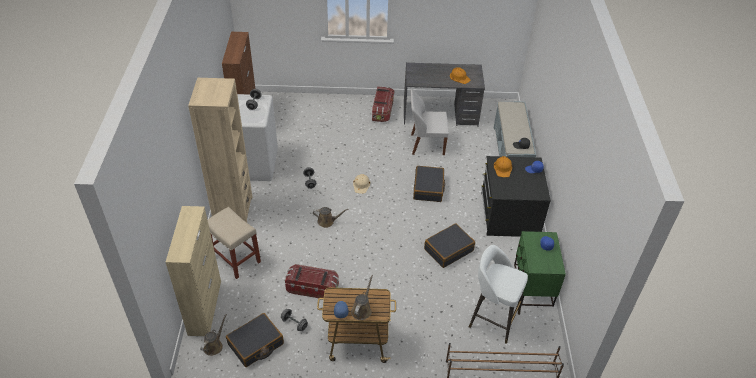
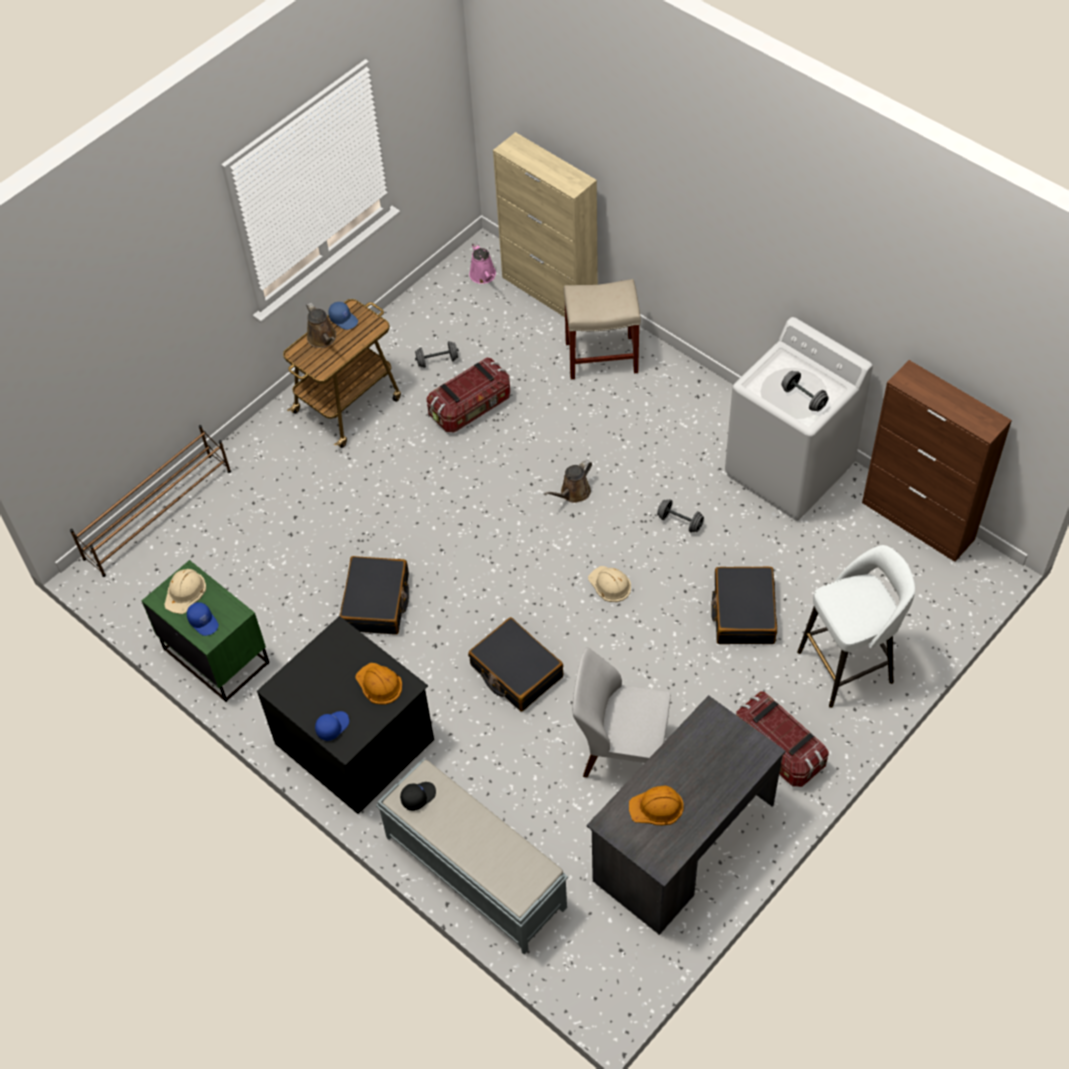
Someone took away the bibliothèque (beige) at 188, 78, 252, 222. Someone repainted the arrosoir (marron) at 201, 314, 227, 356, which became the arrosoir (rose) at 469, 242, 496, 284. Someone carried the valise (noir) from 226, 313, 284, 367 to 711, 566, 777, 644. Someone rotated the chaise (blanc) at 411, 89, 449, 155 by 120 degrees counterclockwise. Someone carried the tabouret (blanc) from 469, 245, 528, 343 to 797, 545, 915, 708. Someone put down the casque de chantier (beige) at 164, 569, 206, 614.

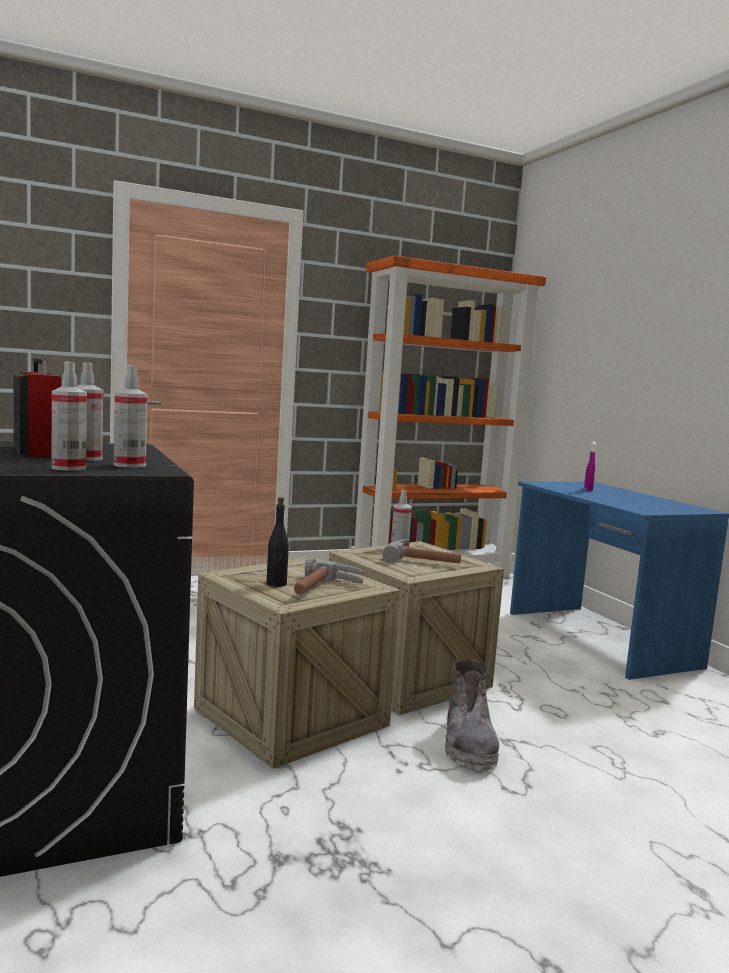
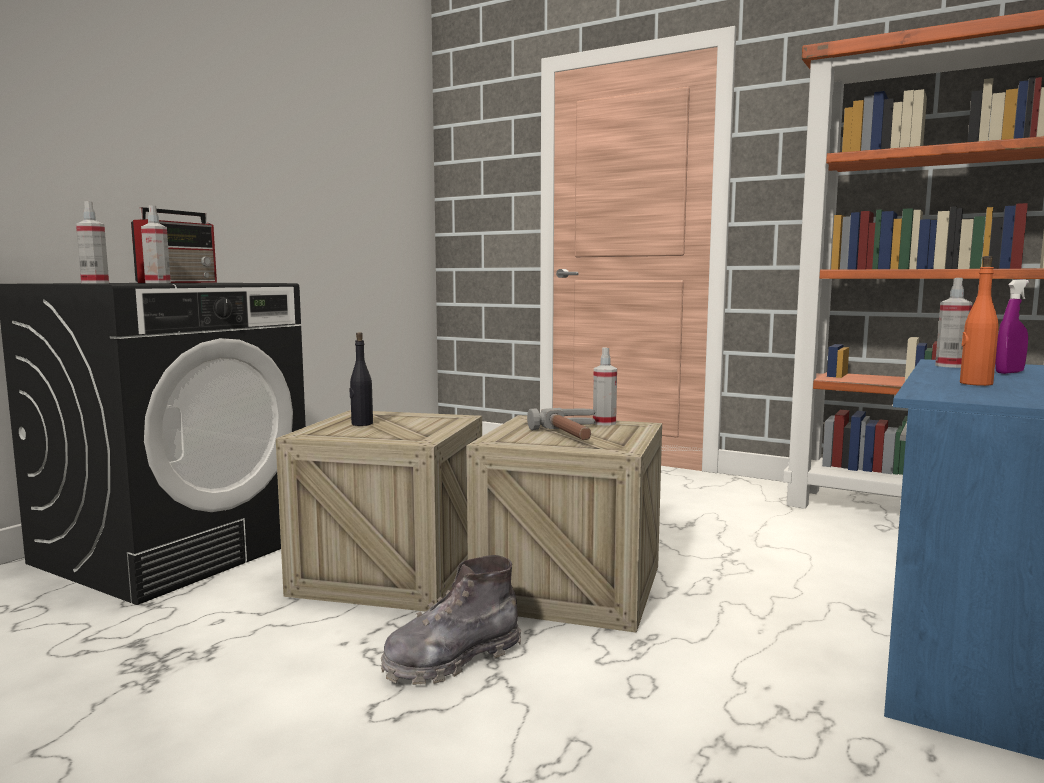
Someone carried the vaporisateur from 114, 365, 147, 468 to 935, 278, 972, 368. Someone took away the marteau at 294, 558, 364, 594. Someone put down the bouteille (orange) at 960, 256, 999, 386.

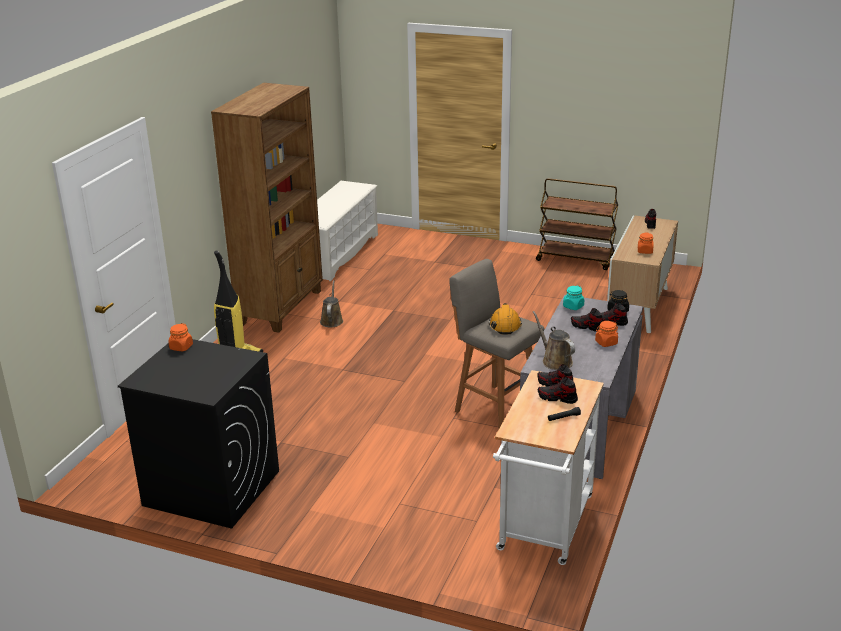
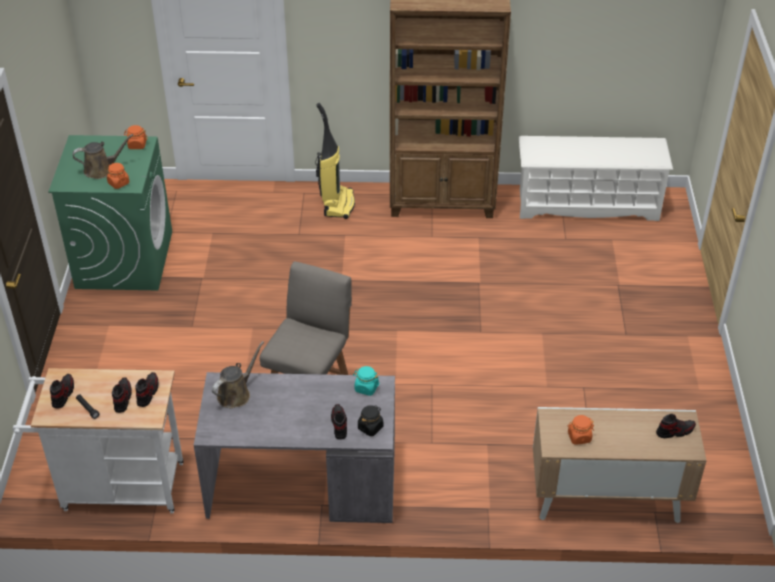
Someone repainted the lave-linge (noir) at 118, 339, 279, 529, which became the lave-linge (vert) at 48, 135, 172, 290. Someone carried the arrosoir (marron) from 320, 280, 343, 328 to 73, 134, 133, 179. Someone took away the casque de chantier (orange) at 489, 303, 522, 335. Someone took away the chariot (marron) at 536, 178, 618, 270. Someone carried the chaussure from 571, 308, 603, 332 to 50, 374, 74, 409. Someone carried the bocal (orange) from 595, 321, 618, 347 to 107, 163, 129, 189.

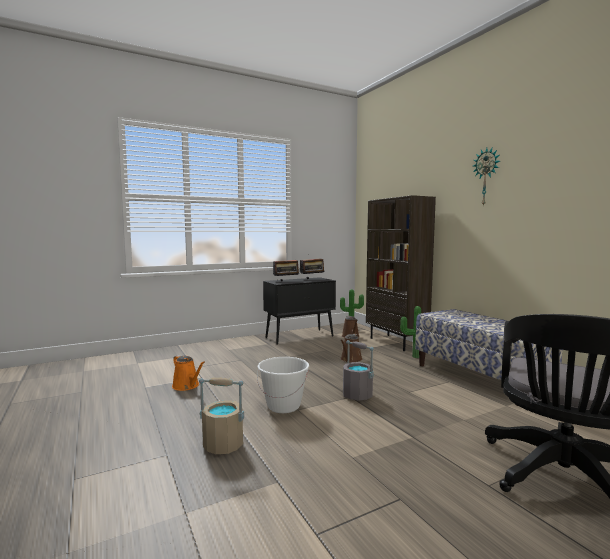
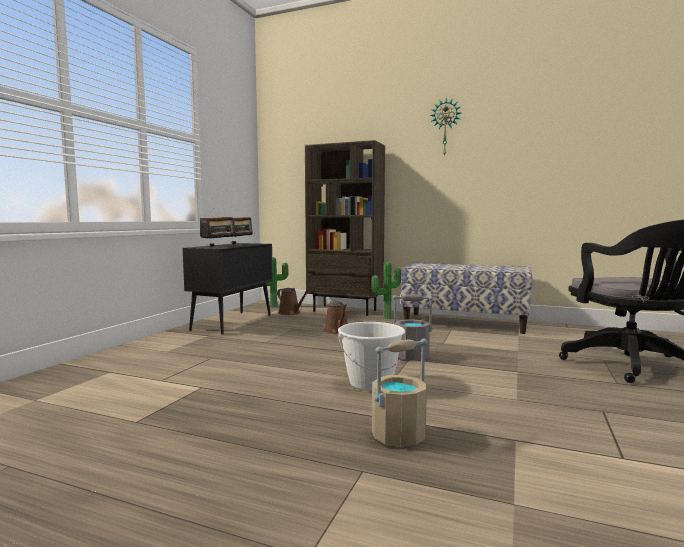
Someone took away the arrosoir (orange) at 172, 355, 205, 391.

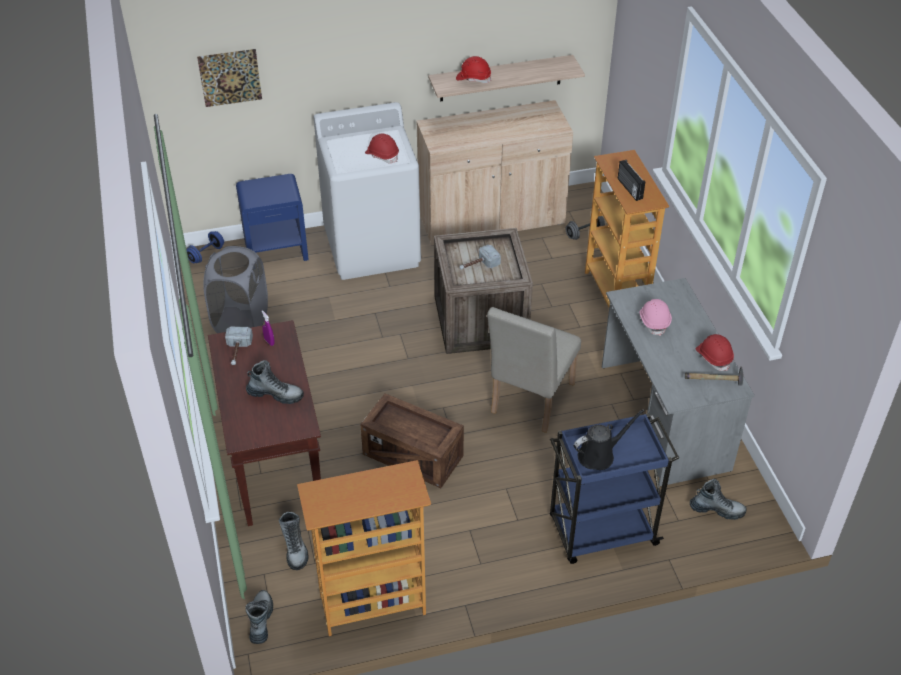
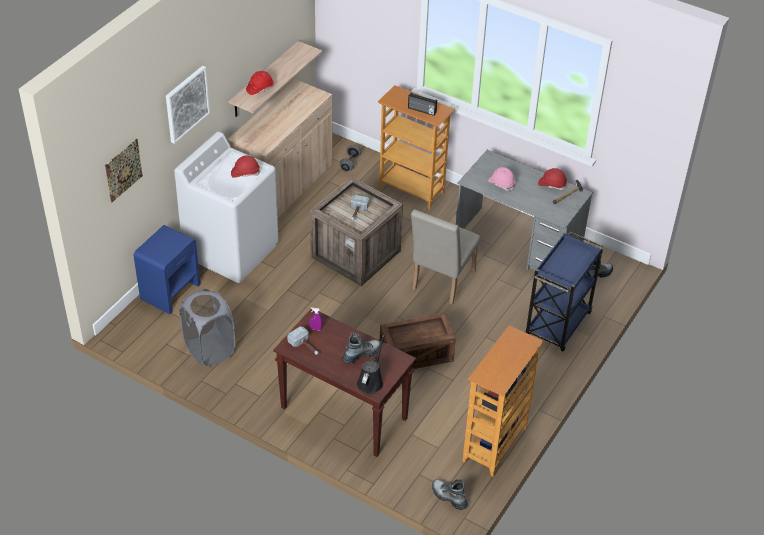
Someone took away the haltère (bleu) at 187, 231, 224, 263. Someone took away the botte at 279, 512, 309, 570. Someone rotated the chaise (beige) at 487, 307, 581, 433 by 45 degrees clockwise. Someone carried the arrosoir (noir) from 574, 409, 645, 470 to 357, 335, 384, 394. Someone put up the tableau at 166, 66, 210, 144.

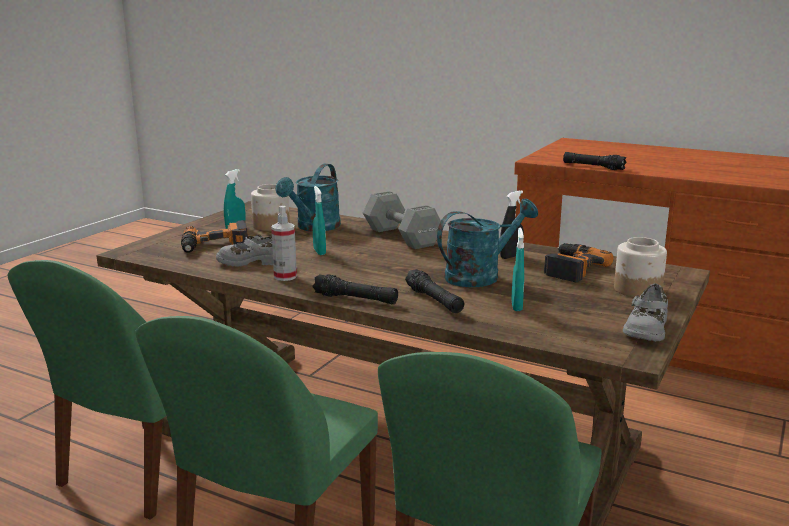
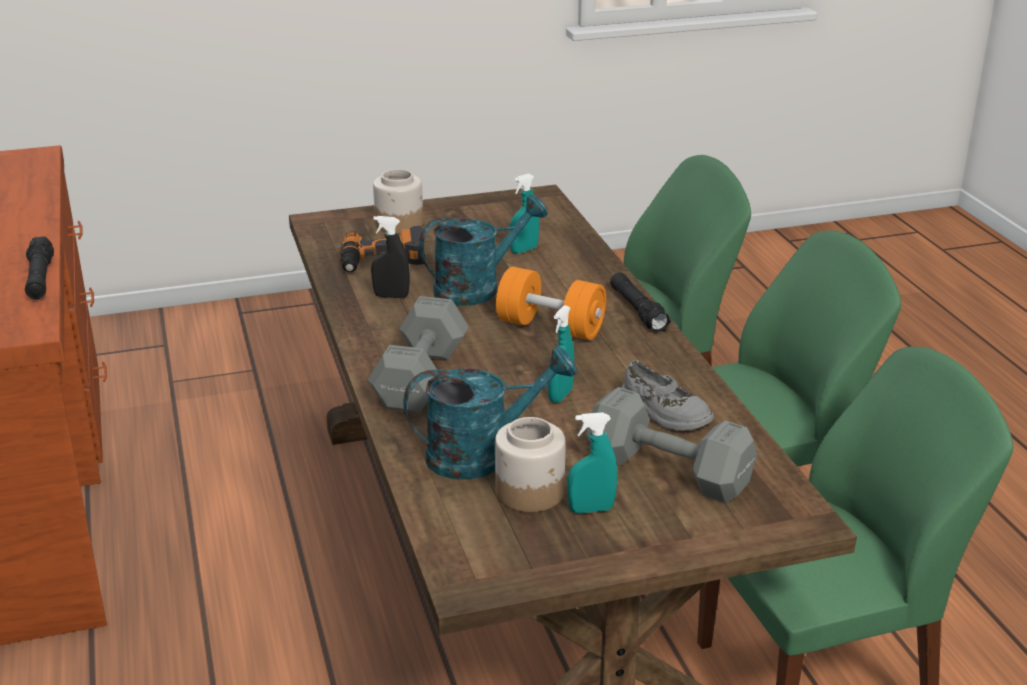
Someone swapped the perceuse at 181, 220, 248, 253 for the haltère (gris) at 586, 387, 757, 503. Someone took away the vaporisateur at 271, 206, 297, 281. Someone took away the lampe de poche (noir) at 405, 269, 464, 313. Someone rotated the arrosoir (turquoise) at 437, 199, 538, 287 by 135 degrees clockwise. Someone took away the chaussure (gris) at 623, 283, 668, 341. Someone put down the haltère (orange) at 496, 267, 606, 340.

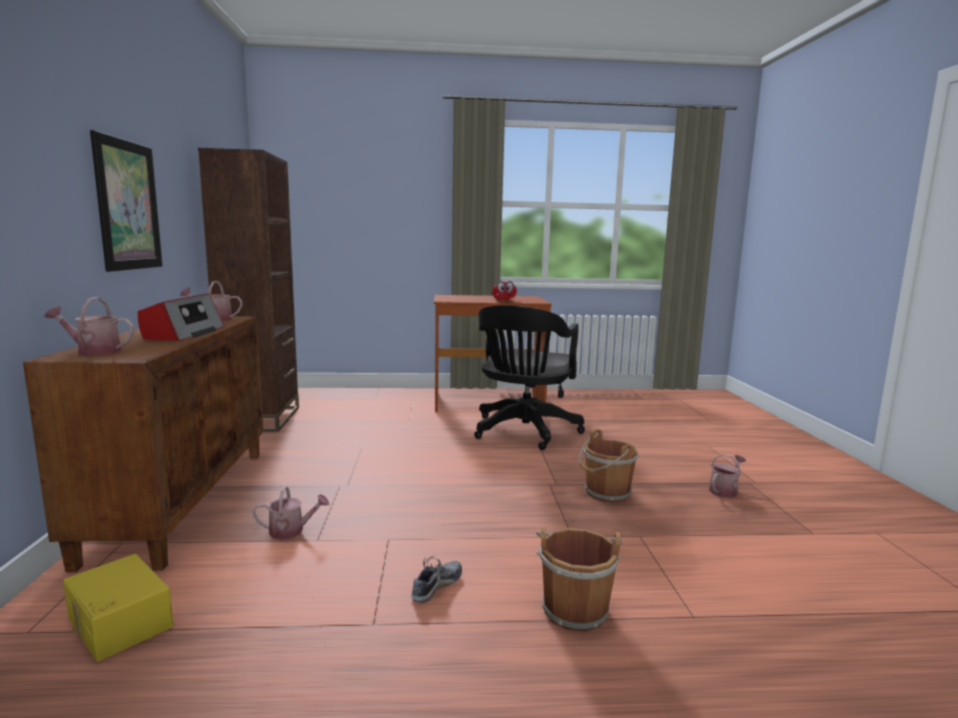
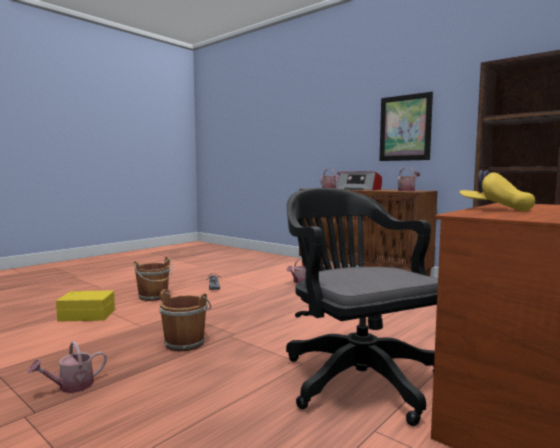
Someone carried the boîte de rangement (jaune) from 63, 554, 174, 662 to 56, 290, 115, 322. Someone repainted the casquette (rouge) at 492, 281, 517, 300, which became the casquette (jaune) at 459, 170, 535, 211. Someone rotated the arrosoir at 709, 454, 746, 498 by 45 degrees clockwise.

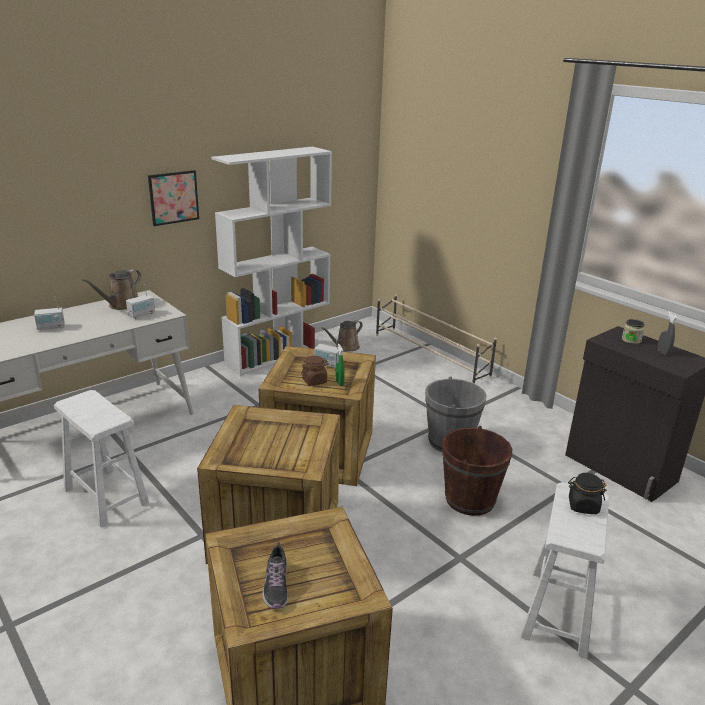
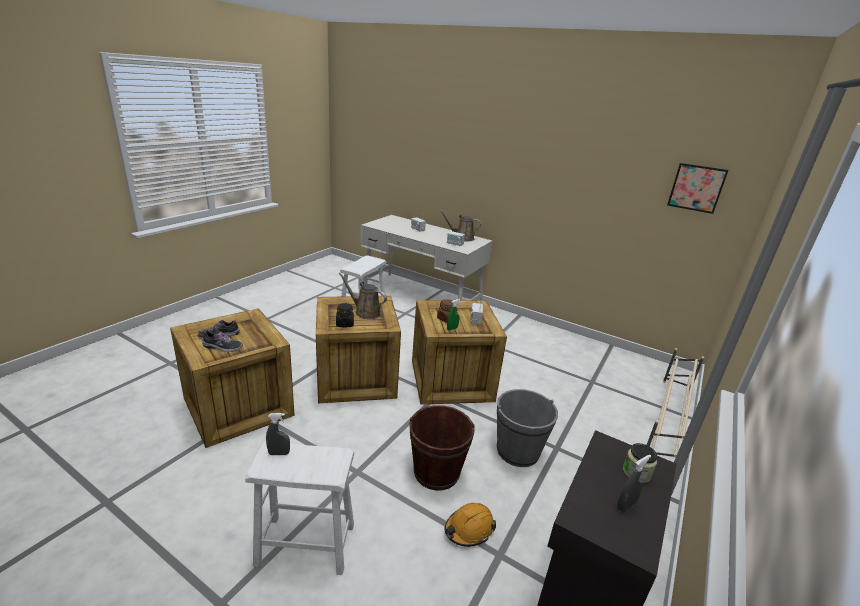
Someone carried the tableau from 148, 170, 199, 226 to 667, 163, 728, 214. Someone took away the bibliothèque (blanc) at 211, 147, 332, 376. Someone carried the arrosoir (marron) from 321, 320, 363, 352 to 338, 272, 387, 319. Someone carried the bocal (noir) from 568, 473, 606, 514 to 336, 303, 354, 327. Someone put down the chaussure at 202, 329, 243, 352. Someone put down the vaporisateur (gris) at 266, 413, 290, 455. Someone put down the casque de chantier (orange) at 445, 503, 496, 547.

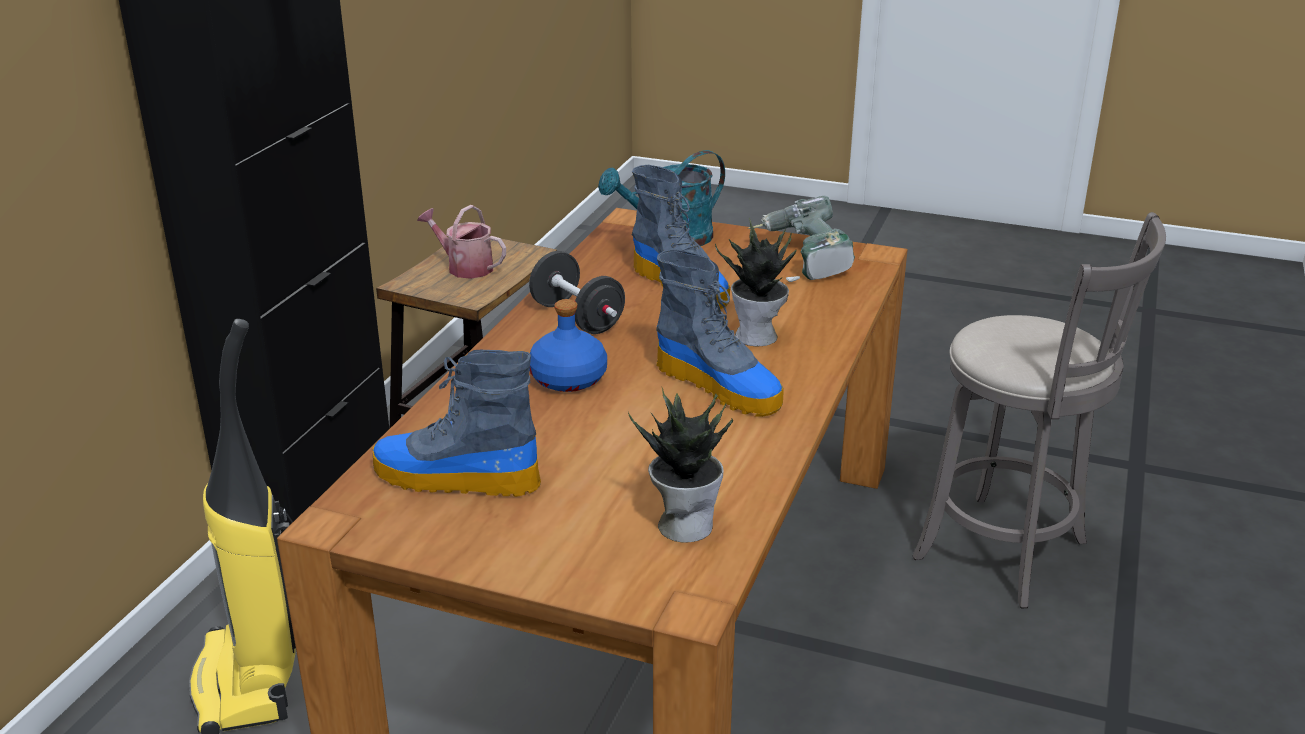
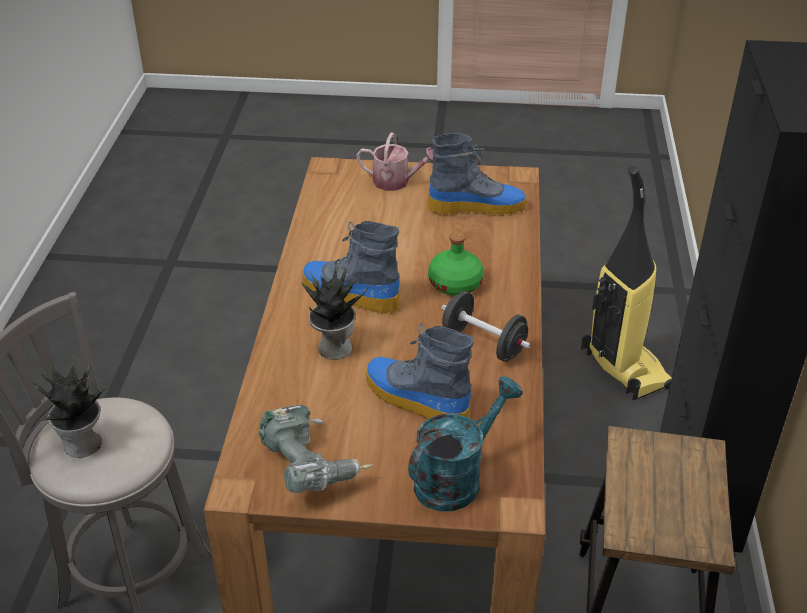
Someone carried the arrosoir from 417, 205, 506, 279 to 357, 132, 433, 191. Someone repainted the bouteille (bleu) at 529, 299, 607, 392, which became the bouteille (vert) at 428, 232, 484, 295. Someone carried the plante en pot from 628, 388, 733, 543 to 34, 355, 107, 458.

